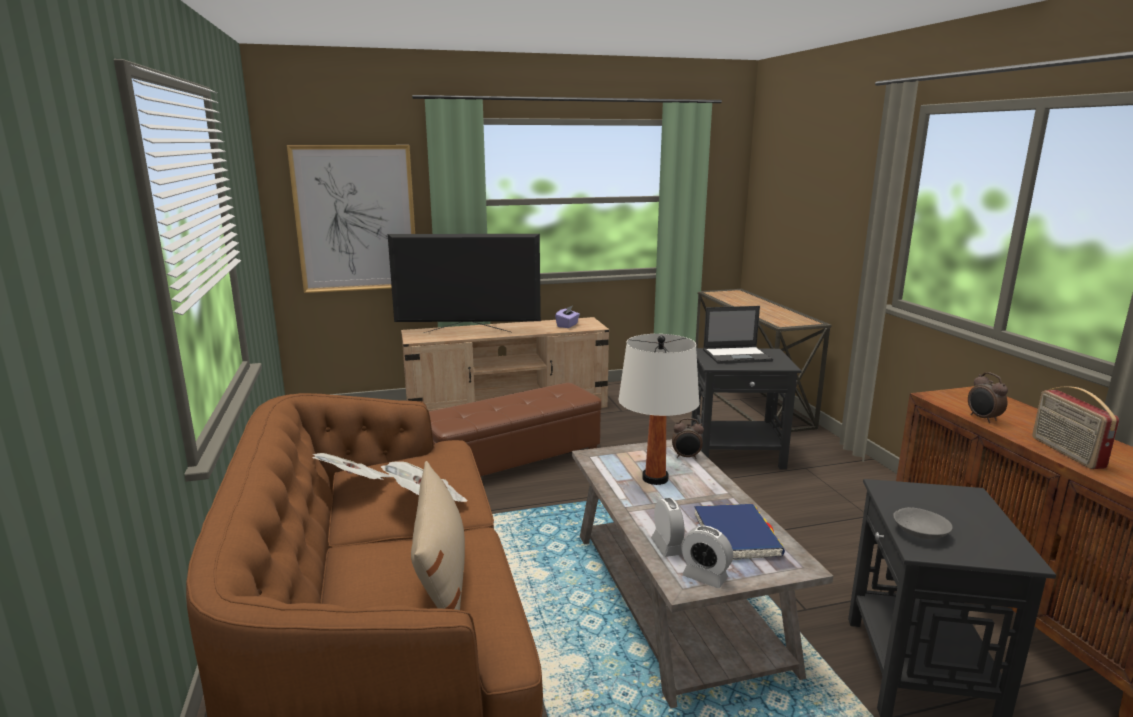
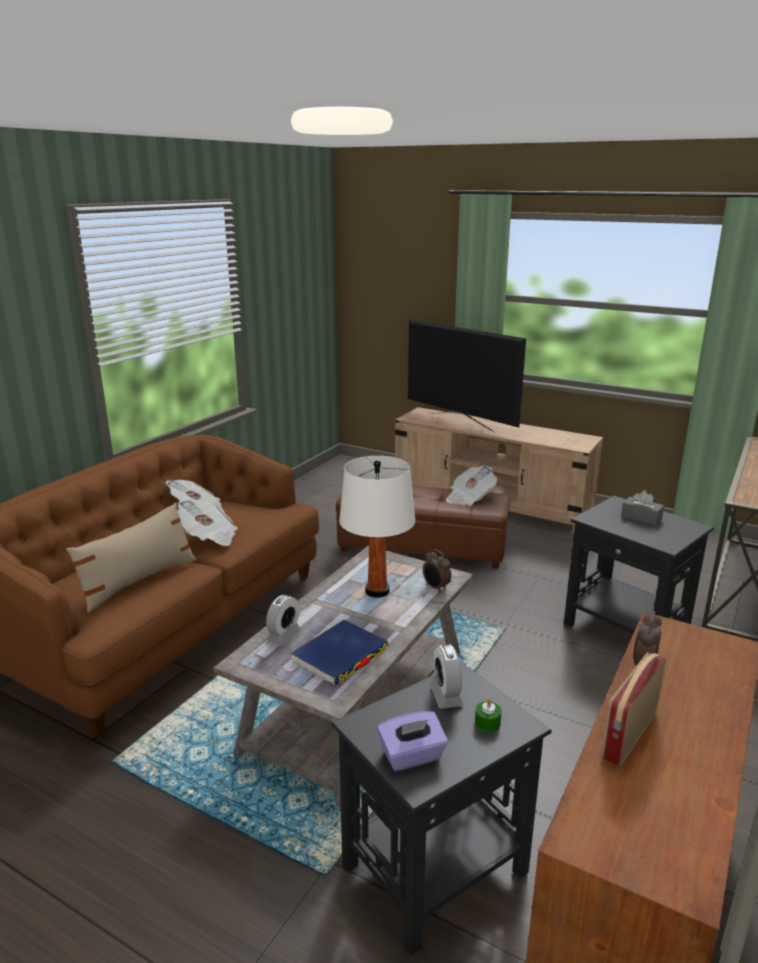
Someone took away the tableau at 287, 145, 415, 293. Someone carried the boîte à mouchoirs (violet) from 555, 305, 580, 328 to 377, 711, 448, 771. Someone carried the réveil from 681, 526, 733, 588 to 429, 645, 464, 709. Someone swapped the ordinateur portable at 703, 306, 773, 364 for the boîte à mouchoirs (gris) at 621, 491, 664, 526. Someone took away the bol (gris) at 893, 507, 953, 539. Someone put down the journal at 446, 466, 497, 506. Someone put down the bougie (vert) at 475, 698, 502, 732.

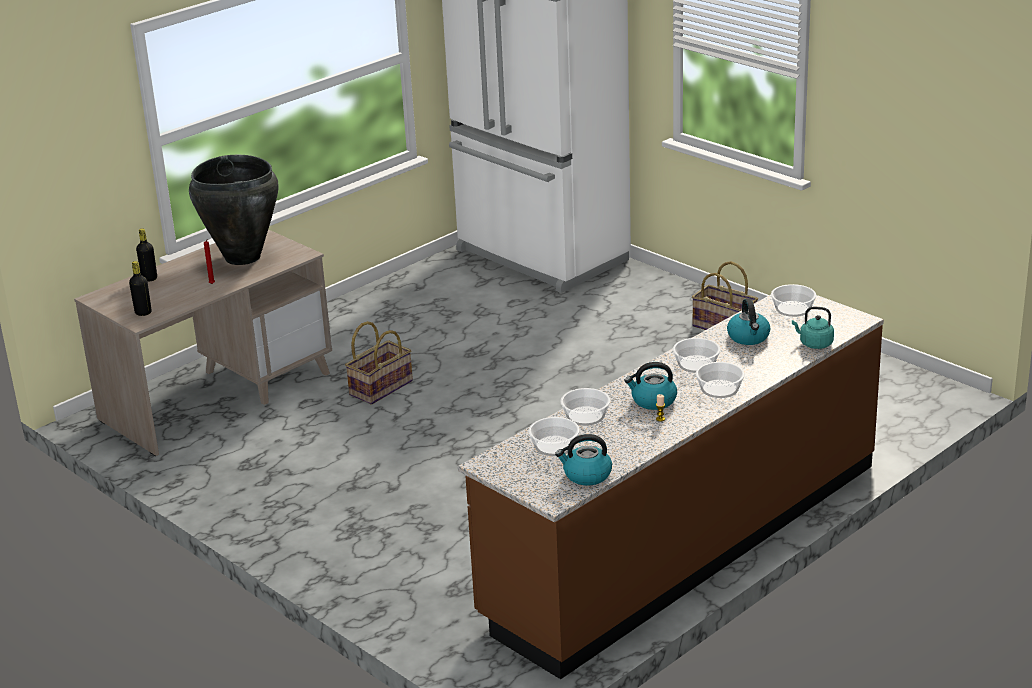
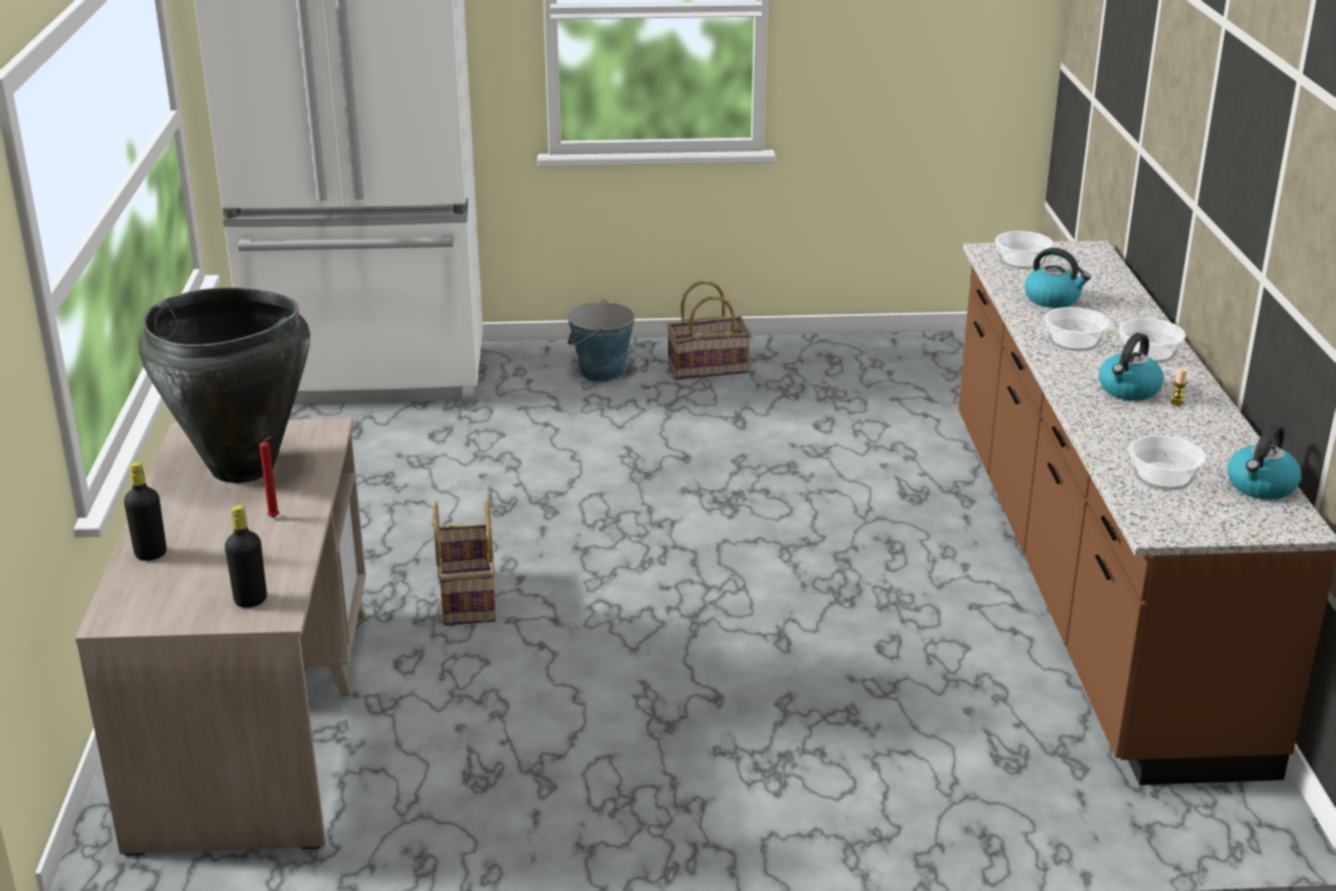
Someone took away the bol at 560, 388, 610, 426. Someone took away the bouilloire (turquoise) at 792, 307, 834, 349. Someone put down the seau at 567, 300, 635, 382.

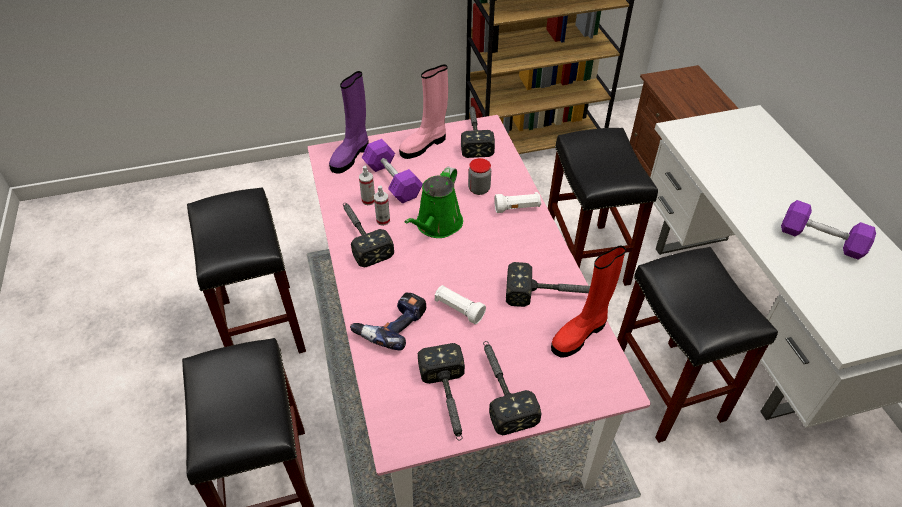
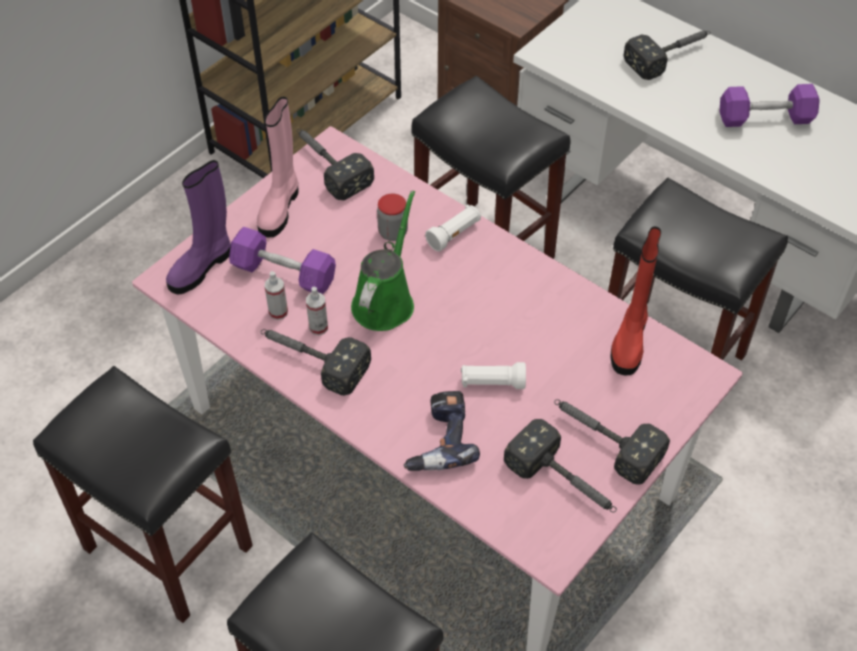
Someone rotated the botte (violet) at 329, 71, 369, 174 by 45 degrees clockwise. Someone rotated the arrosoir (vert) at 404, 167, 463, 238 by 150 degrees counterclockwise. Someone carried the marteau from 506, 262, 590, 307 to 624, 31, 711, 80.

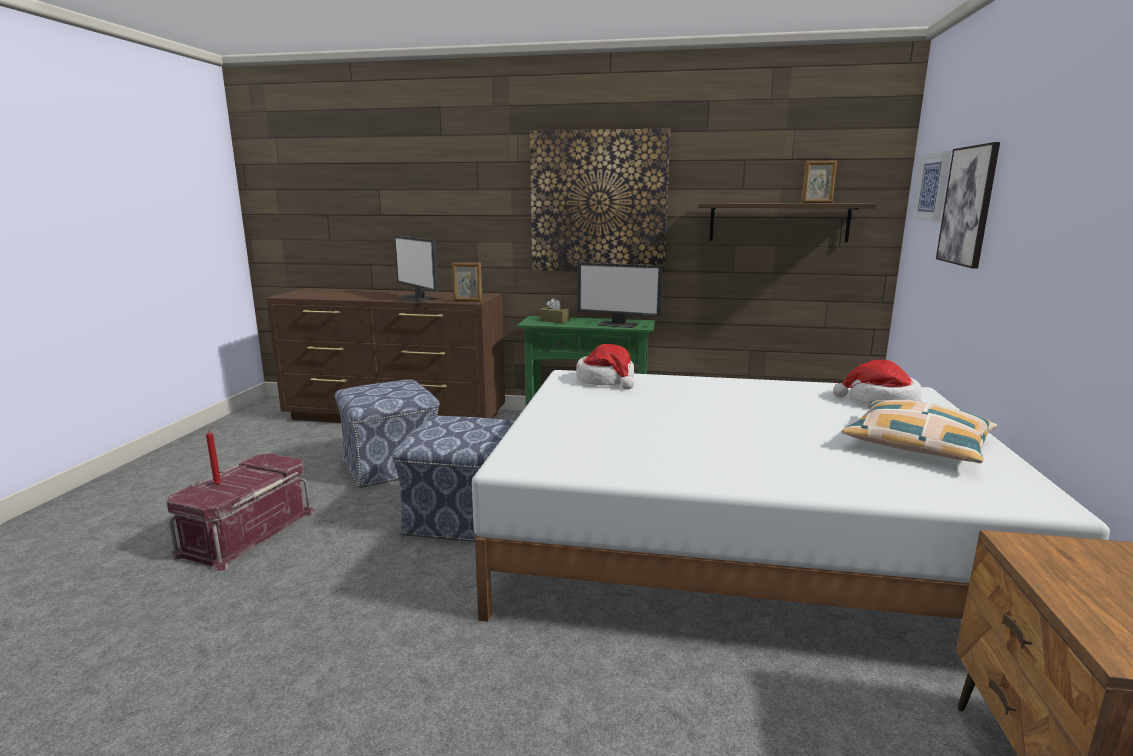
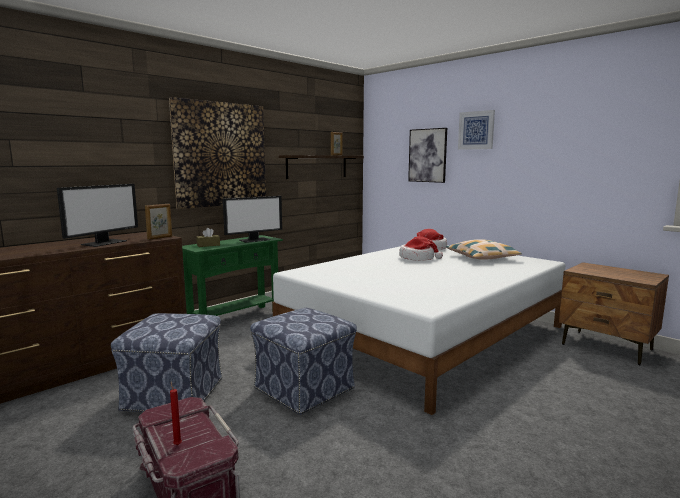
Someone rotated the écran d'ordinateur at 394, 235, 438, 301 by 60 degrees counterclockwise. Someone carried the chapeau from 576, 344, 634, 390 to 399, 236, 443, 261. Someone carried the tableau from 912, 151, 951, 221 to 458, 110, 495, 150.

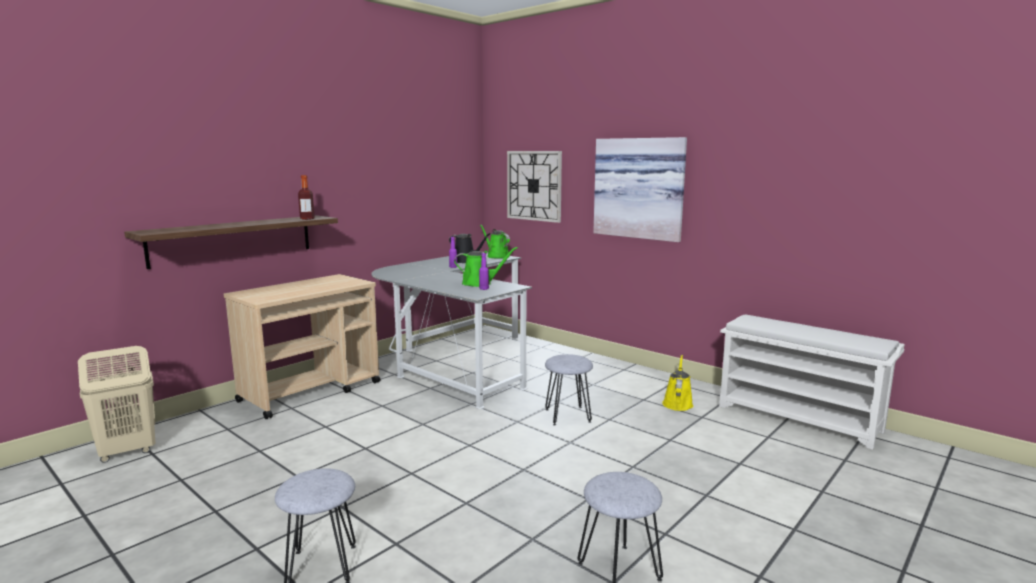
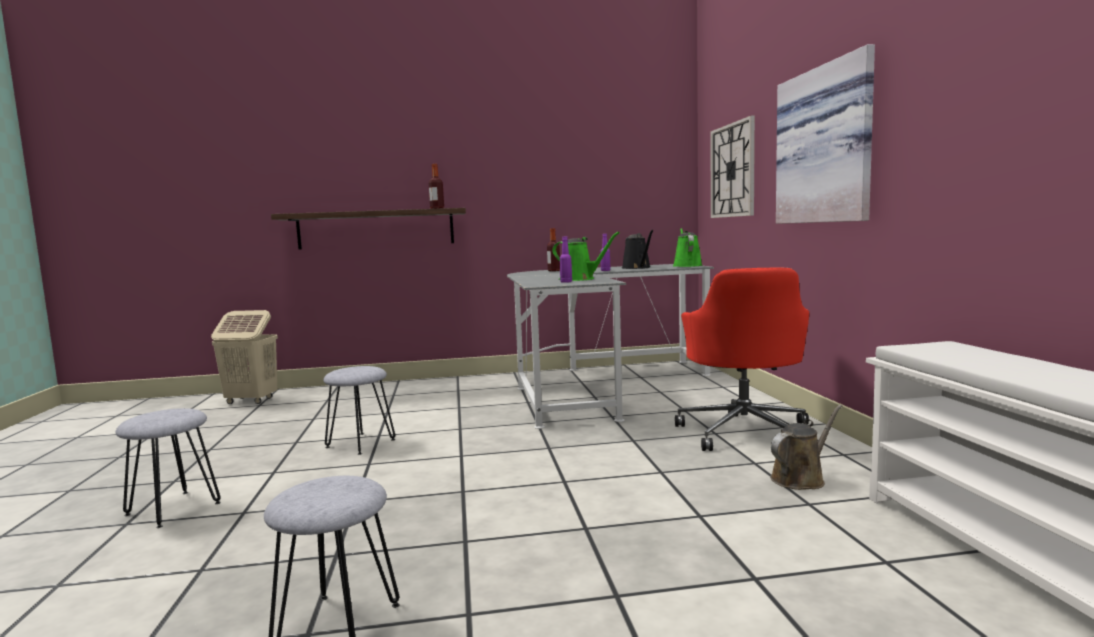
Someone took away the chariot (beige) at 224, 274, 380, 419. Someone carried the tabouret (gris) from 545, 354, 593, 425 to 323, 366, 395, 455. Someone repainted the arrosoir (jaune) at 662, 355, 693, 411, which became the arrosoir (marron) at 770, 405, 842, 490. Someone put down the bouteille at 547, 228, 560, 271. Someone put down the chaise de bureau (rouge) at 675, 268, 809, 451.

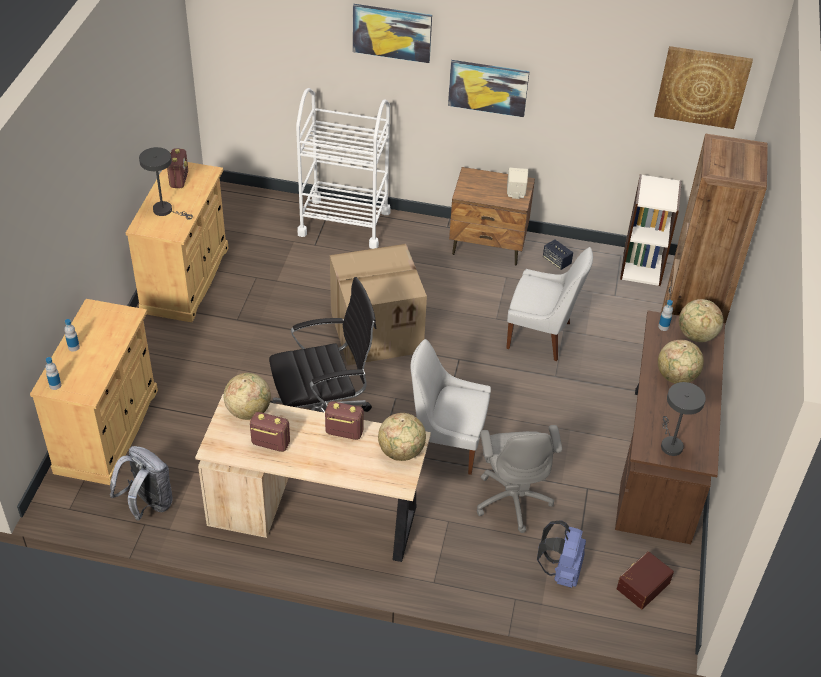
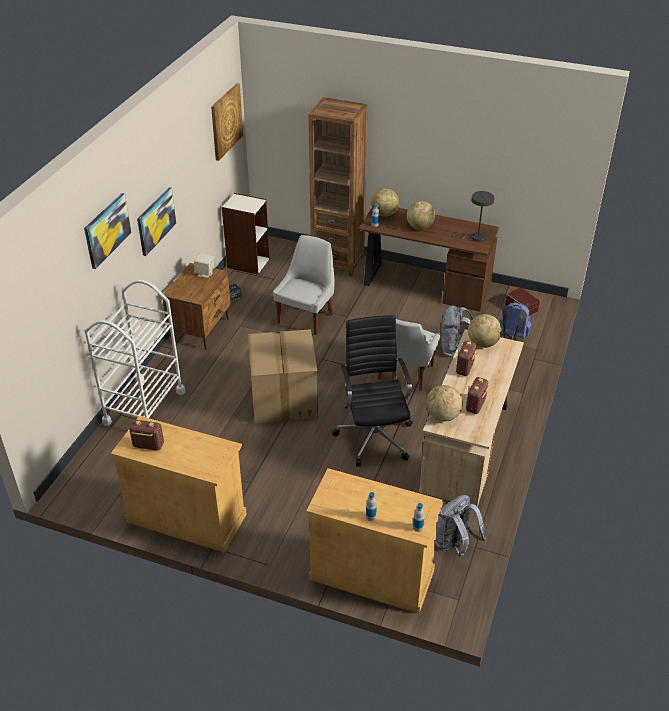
Someone took away the lampe de table (gris) at 139, 147, 193, 220. Someone swapped the chaise de bureau (gris) at 477, 425, 562, 533 for the sac à dos (gris) at 440, 305, 473, 357.

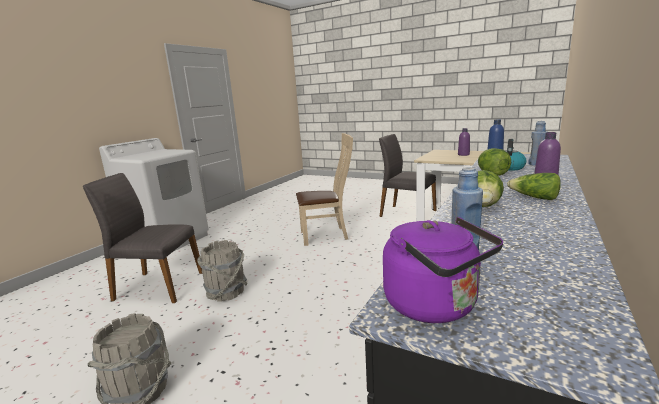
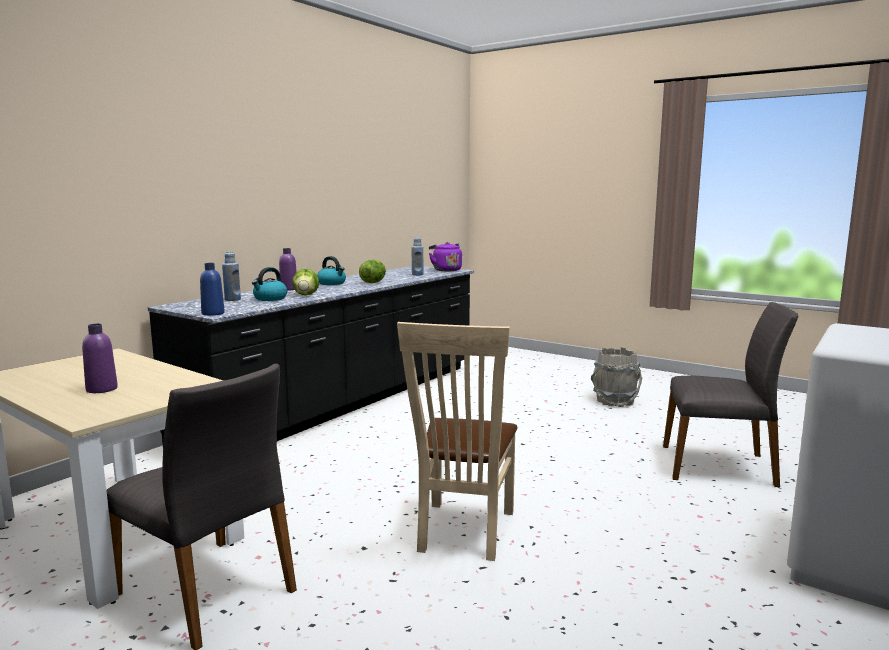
Someone took away the seau (gris) at 197, 240, 248, 301. Someone rotated the chaise (beige) at 296, 133, 353, 246 by 75 degrees counterclockwise. Someone swapped the laitue at 507, 173, 561, 200 for the bouilloire at 317, 256, 346, 285.

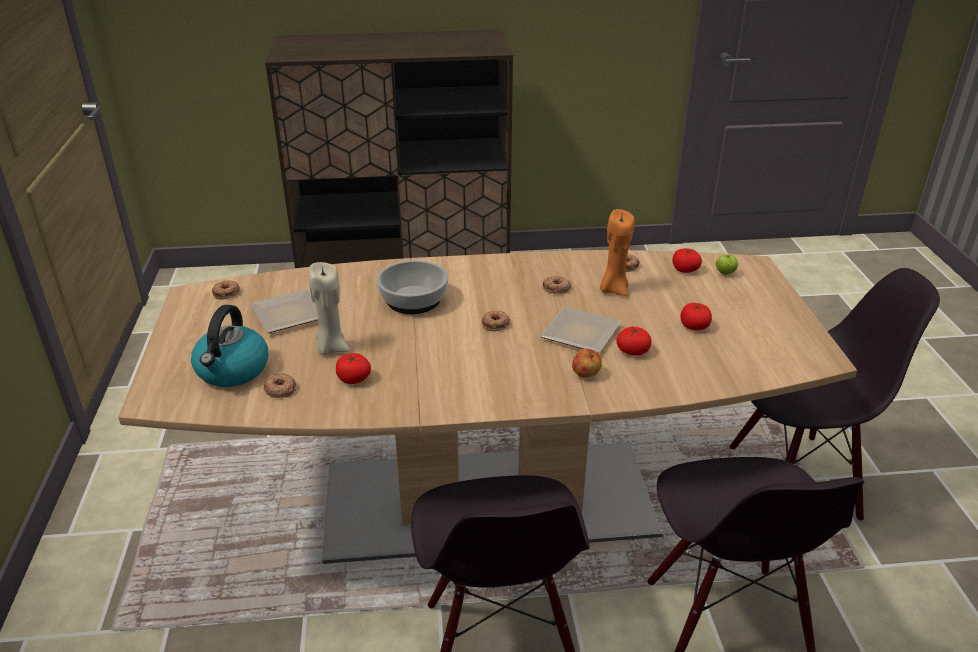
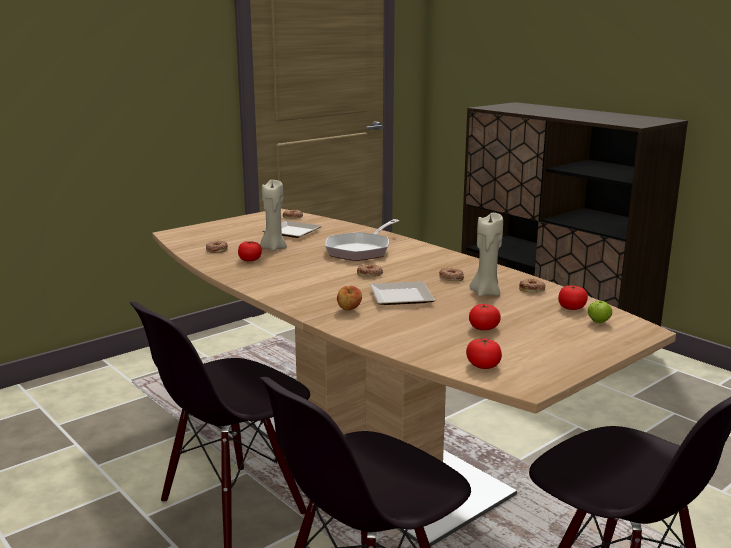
Someone took away the bouilloire at 191, 305, 268, 387. Someone swapped the bol at 377, 260, 448, 314 for the poêle at 325, 219, 399, 261. Someone repainted the bougie (orange) at 600, 209, 635, 296, which became the bougie (beige) at 470, 213, 503, 296. Someone carried the tomate from 617, 327, 652, 356 to 466, 338, 502, 369.

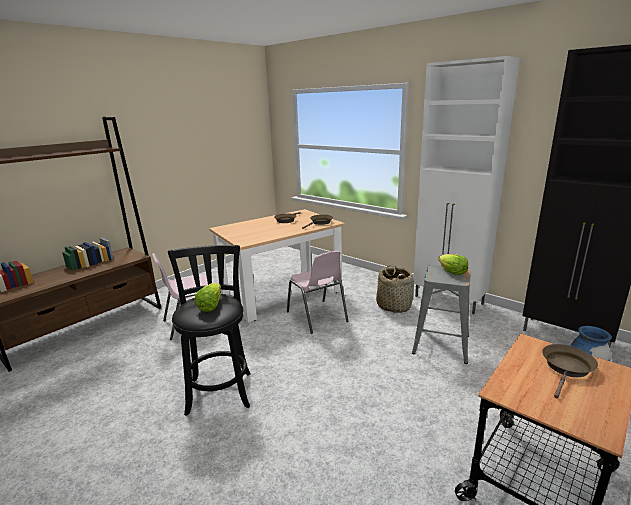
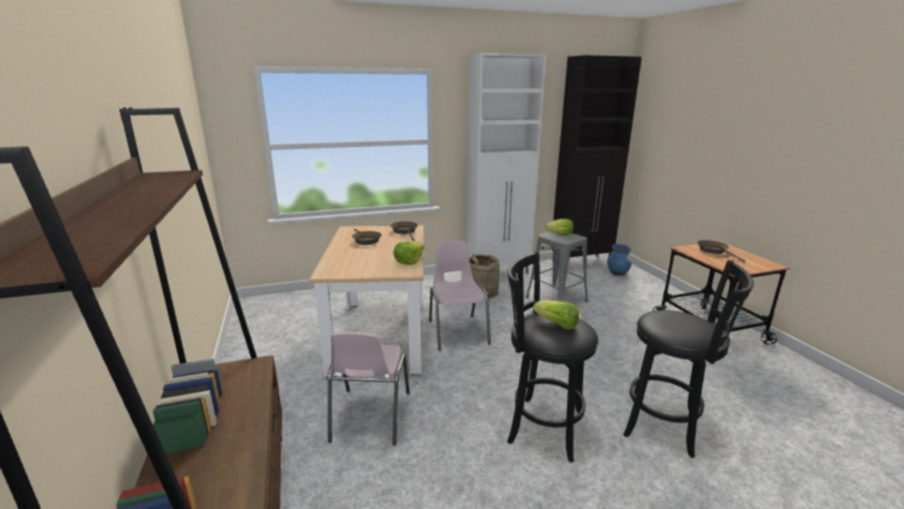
Someone rotated the chaise (rose) at 287, 251, 349, 334 by 105 degrees counterclockwise. Someone put down the laitue at 393, 241, 424, 265. Someone put down the tabouret (noir) at 623, 260, 754, 458.

